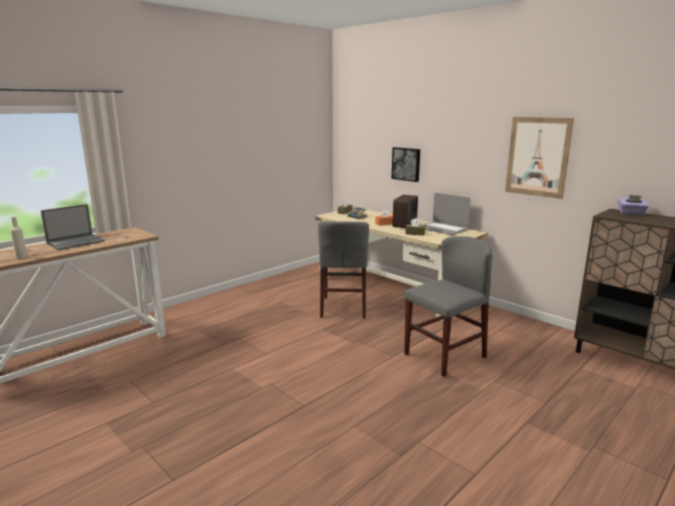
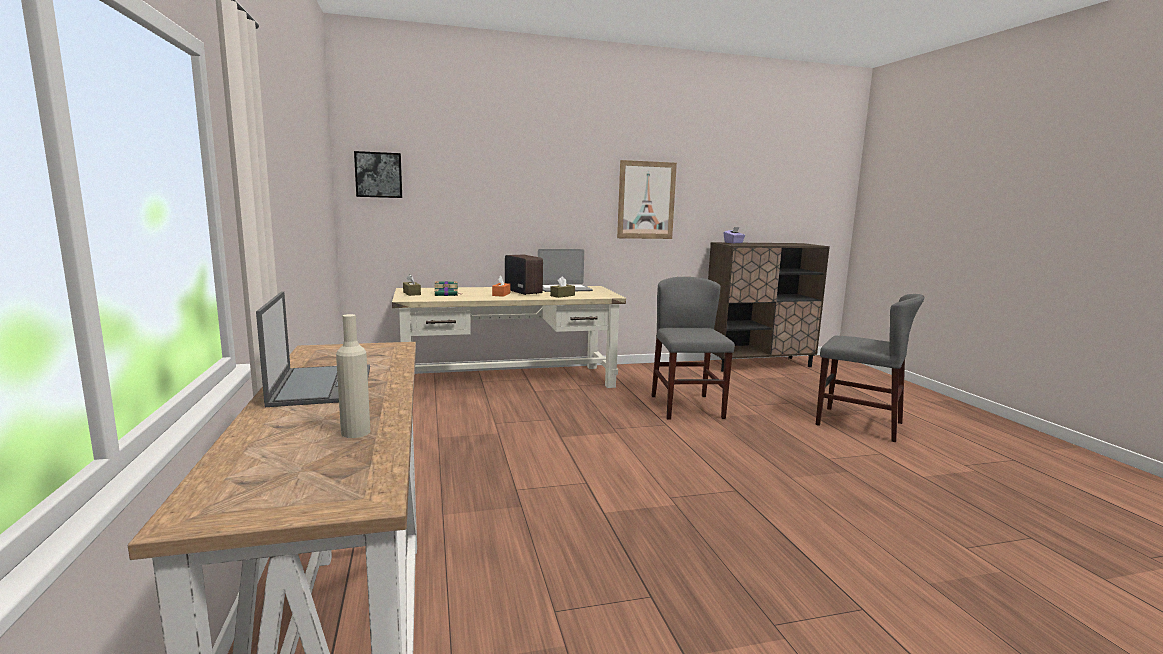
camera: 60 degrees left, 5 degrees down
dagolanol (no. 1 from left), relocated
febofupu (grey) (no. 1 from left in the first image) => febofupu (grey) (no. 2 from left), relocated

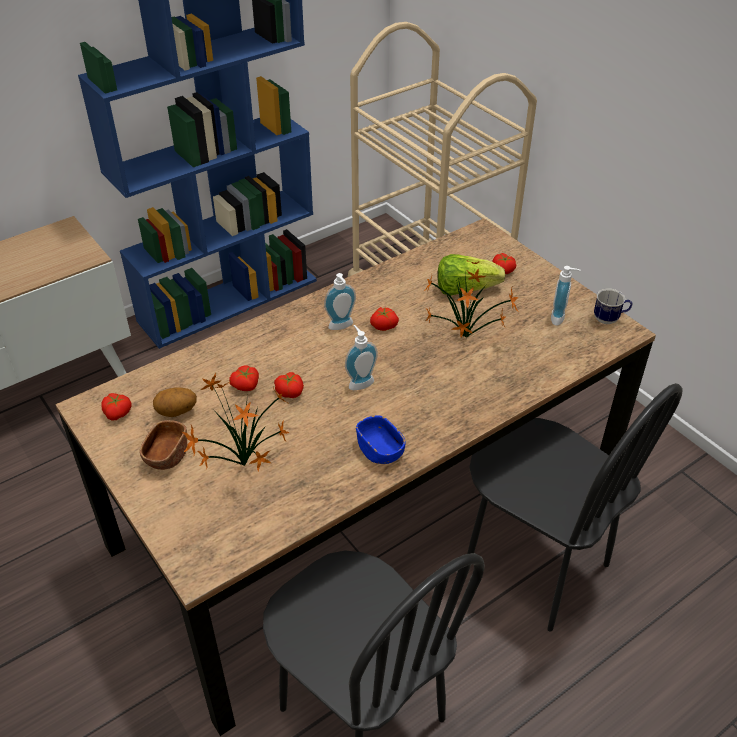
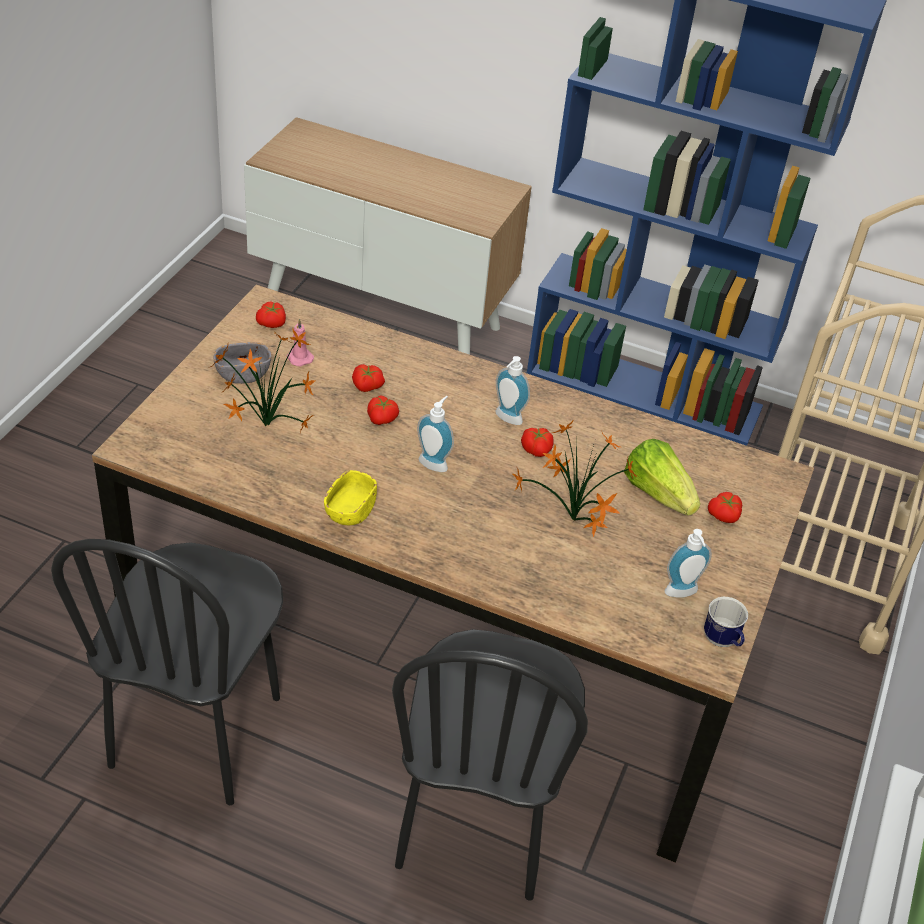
camera: 55 degrees right, 0 degrees up
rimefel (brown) => rimefel (grey)
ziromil => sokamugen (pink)
rimefel (blue) => rimefel (yellow)

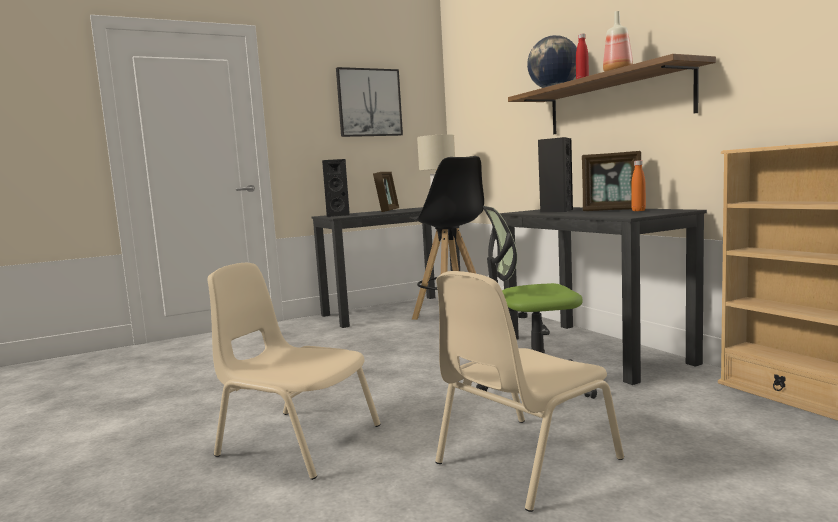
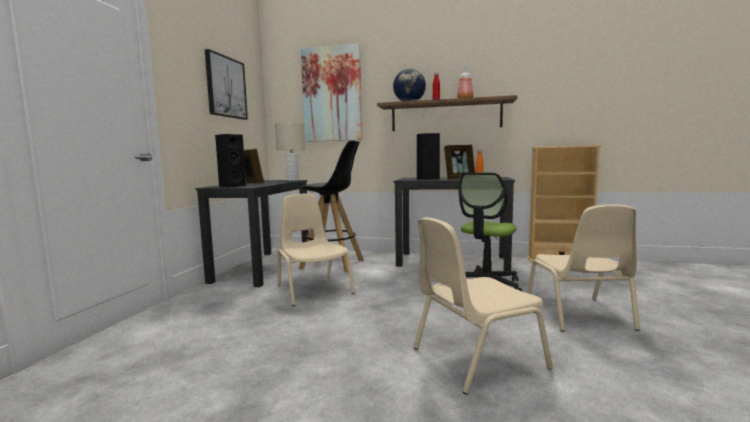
camera: 50 degrees left, 0 degrees up
nothing => febofupu (beige) (no. 1 from left)
nothing => dagolanol (no. 2 from left)

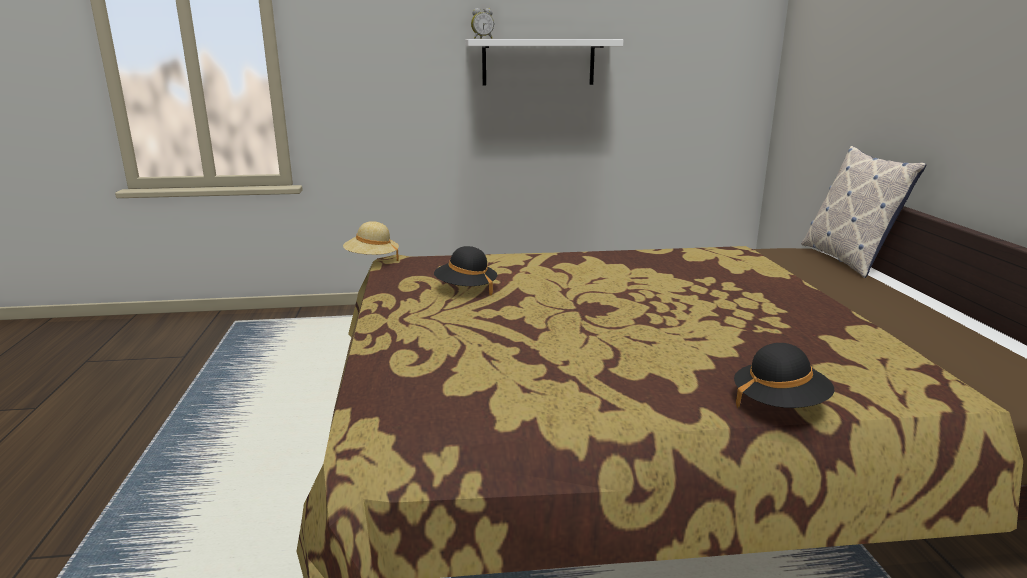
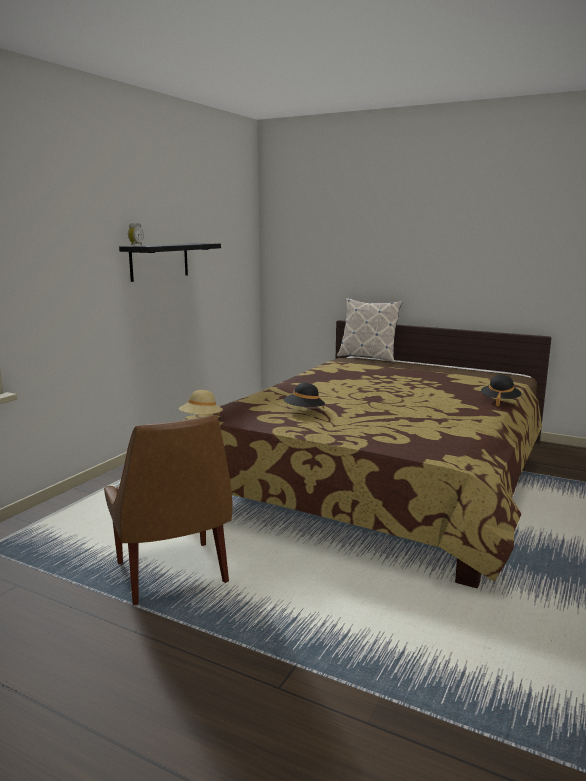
camera: 55 degrees left, 5 degrees down
nothing => febofupu (brown)
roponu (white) => roponu (black)

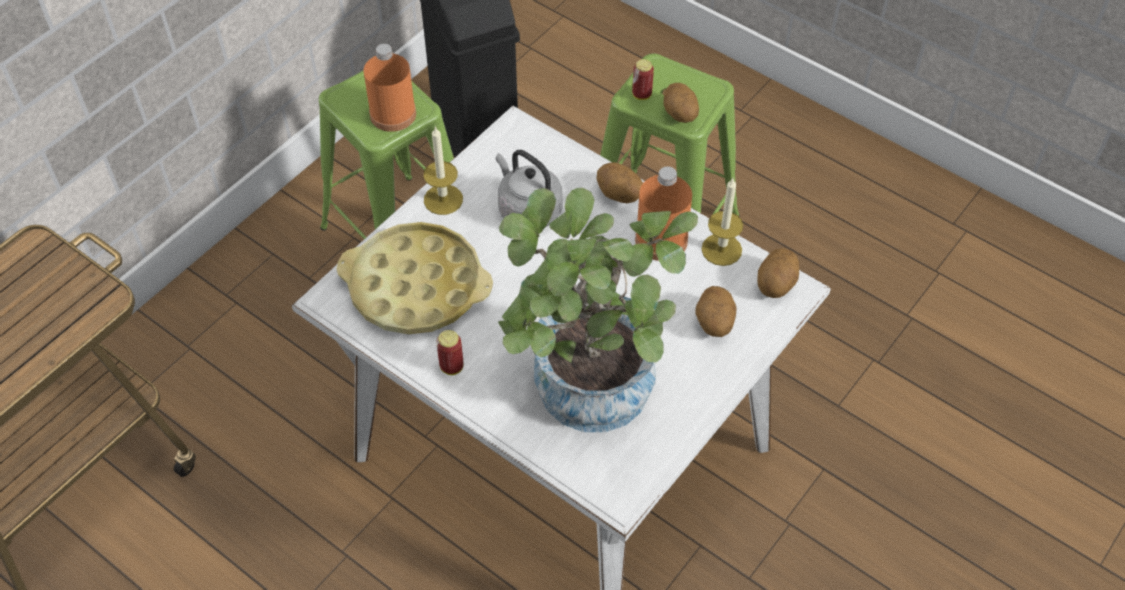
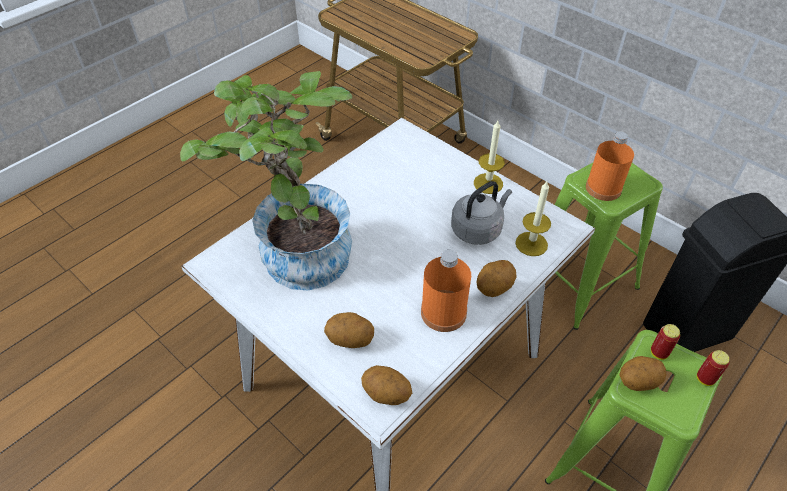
camera: 95 degrees right, 5 degrees down
sokamugen (no. 2 from left), relocated
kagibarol (no. 1 from left in the first image) => kagibarol (no. 2 from left), relocated
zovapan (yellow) => nothing

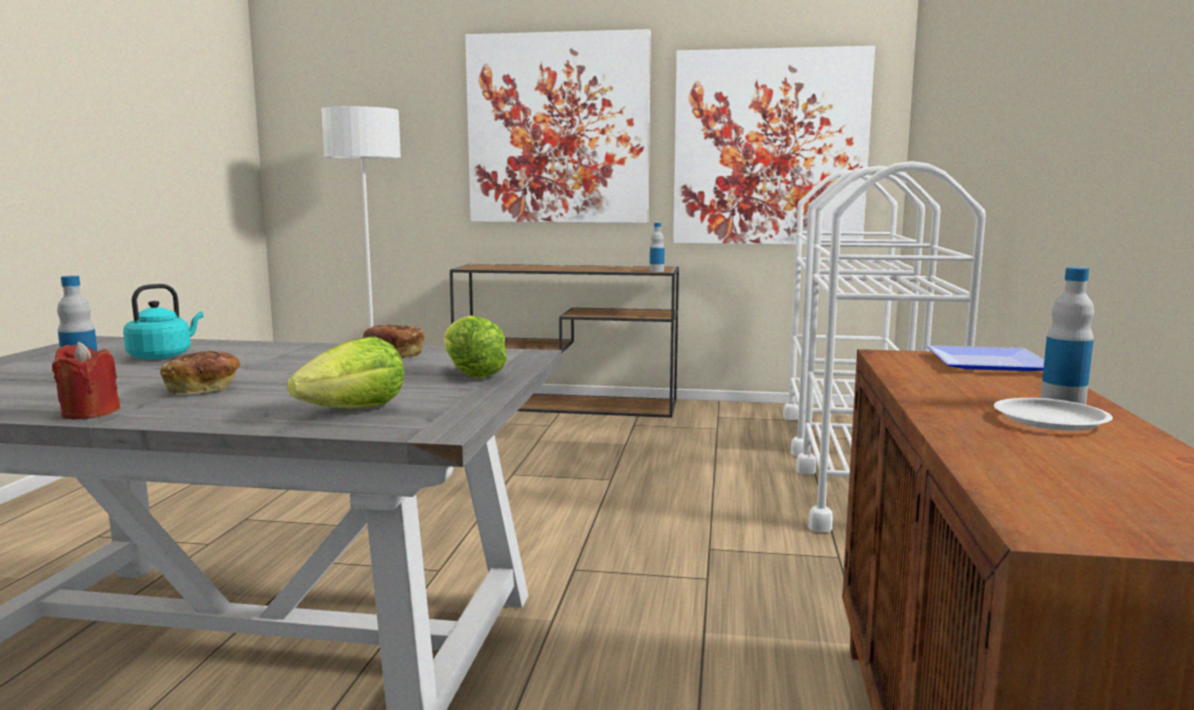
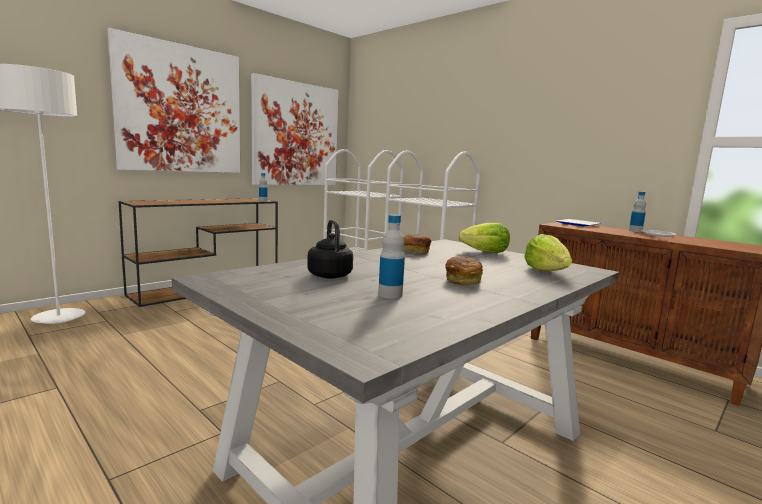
camera: 55 degrees left, 0 degrees up
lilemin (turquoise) => lilemin (black)
sokamugen (red) => nothing

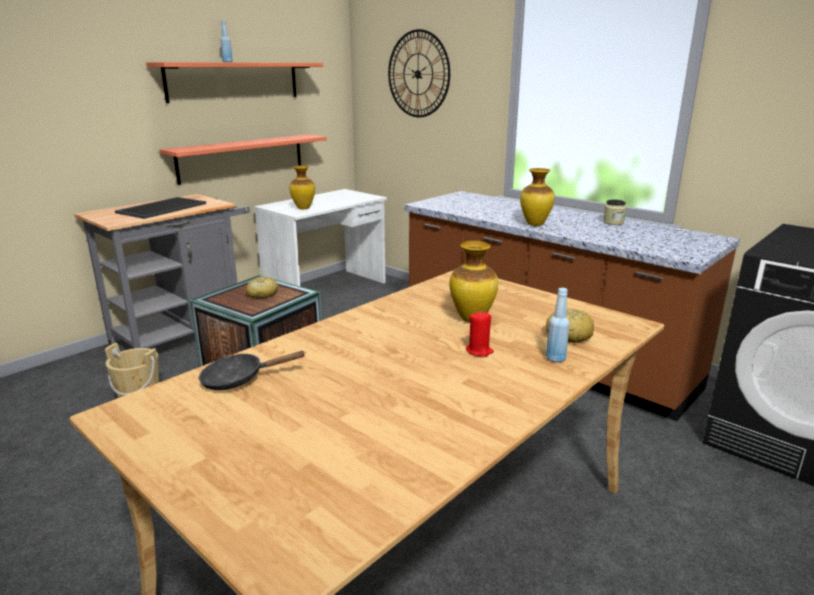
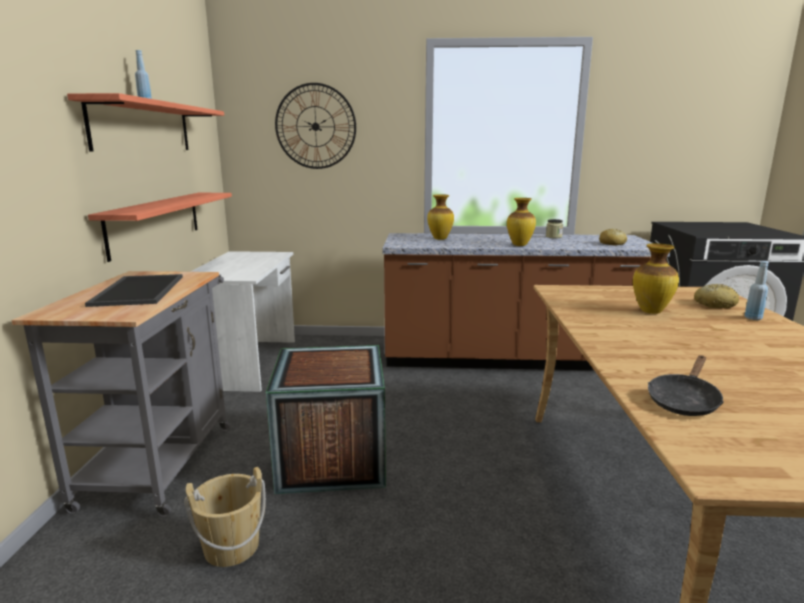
camera: 40 degrees left, 5 degrees down
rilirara (no. 1 from left), relocated
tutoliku (no. 1 from left), relocated
sokamugen (red) => nothing

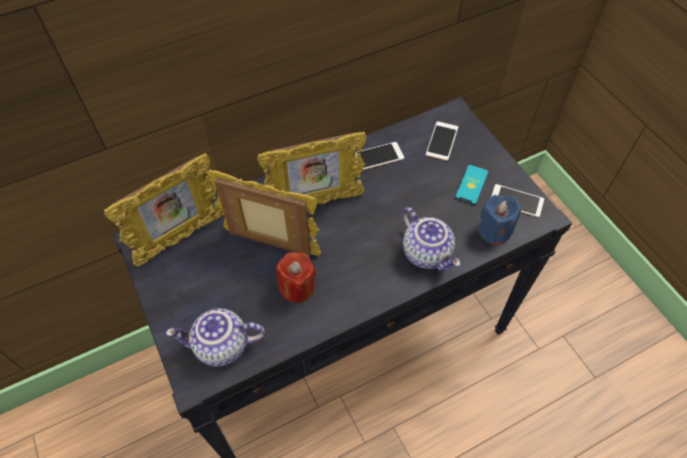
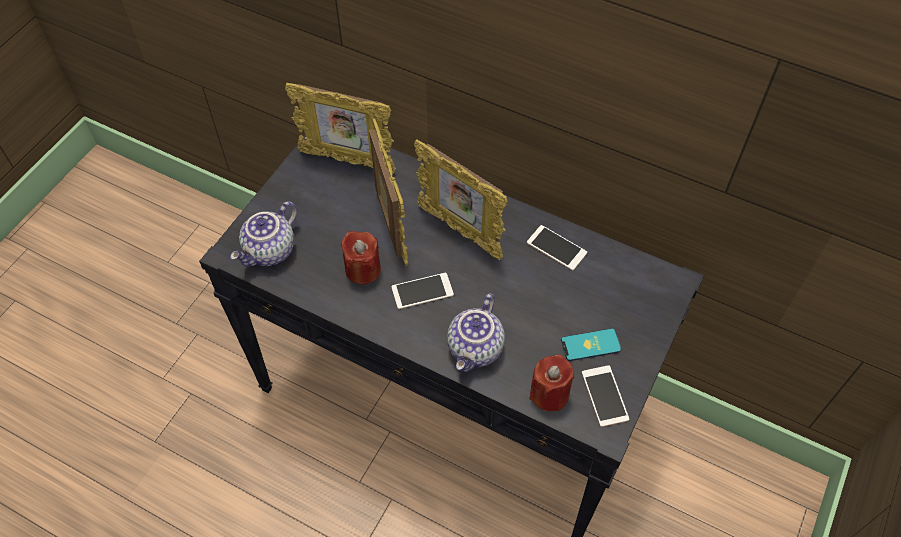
camera: 55 degrees right, 0 degrees up
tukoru (no. 1 from left), 105 degrees counterclockwise
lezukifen (no. 2 from left in the first image) => lezukifen (no. 1 from left), relocated
sokamugen (blue) => sokamugen (red) (no. 2 from left)

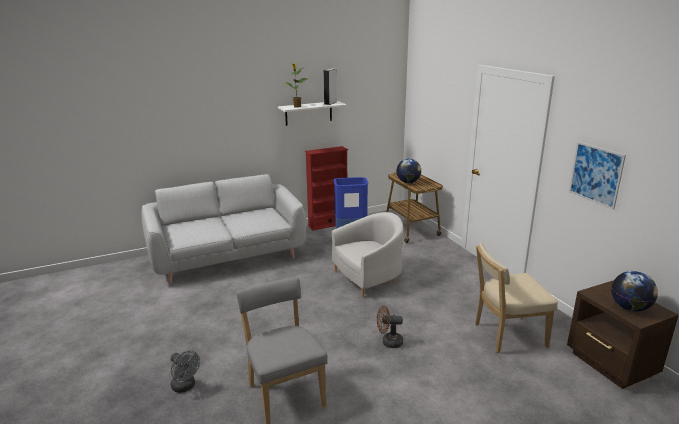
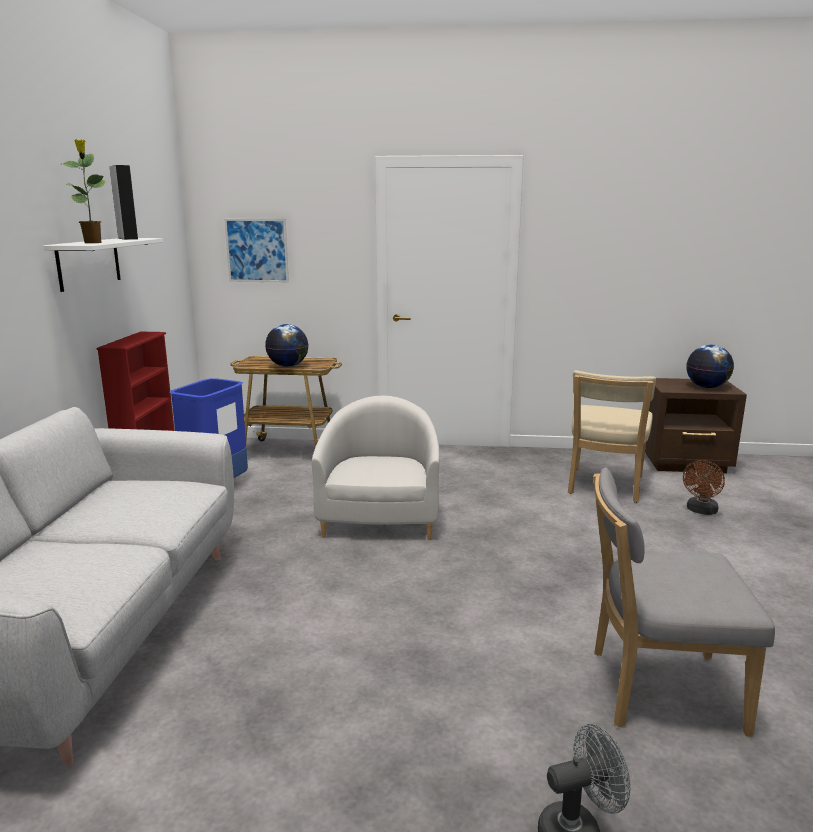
camera: 60 degrees left, 5 degrees down
dagolanol, relocated
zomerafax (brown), relocated

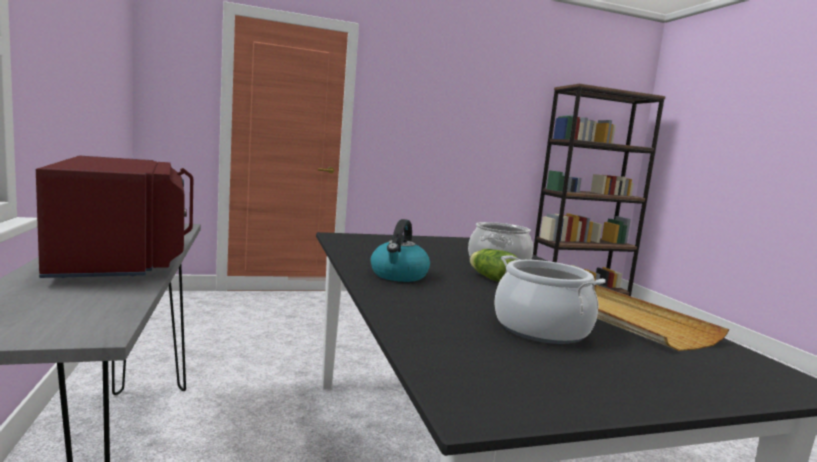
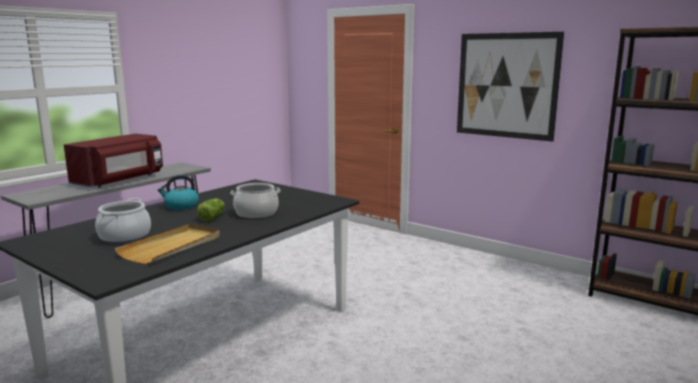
camera: 55 degrees right, 5 degrees up
nothing => dagolanol

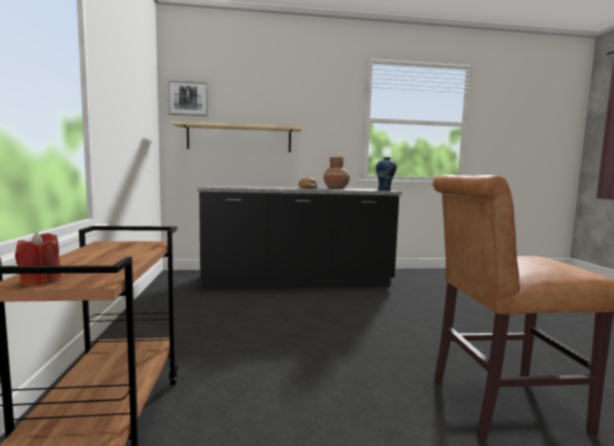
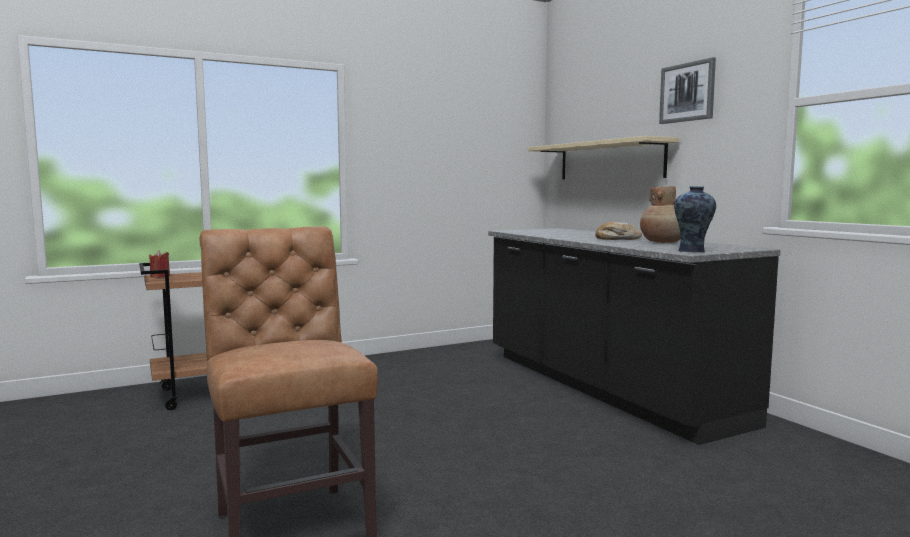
camera: 70 degrees right, 0 degrees up
dagolanol, relocated

